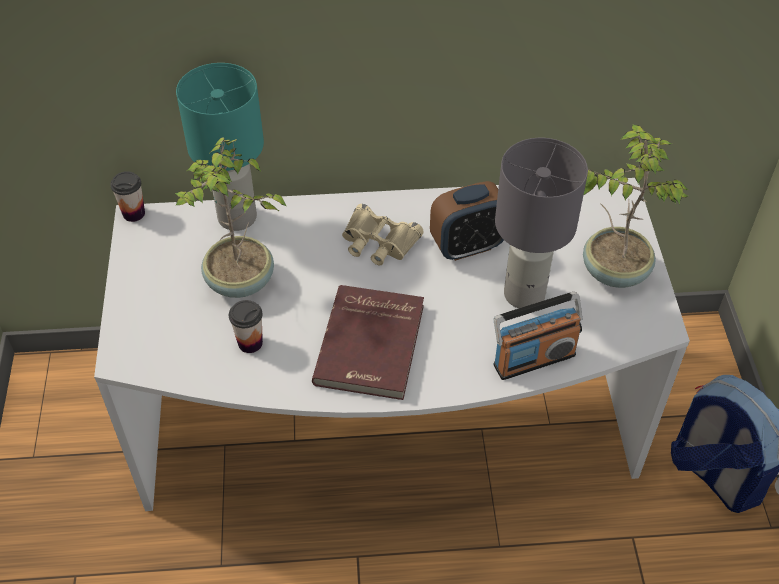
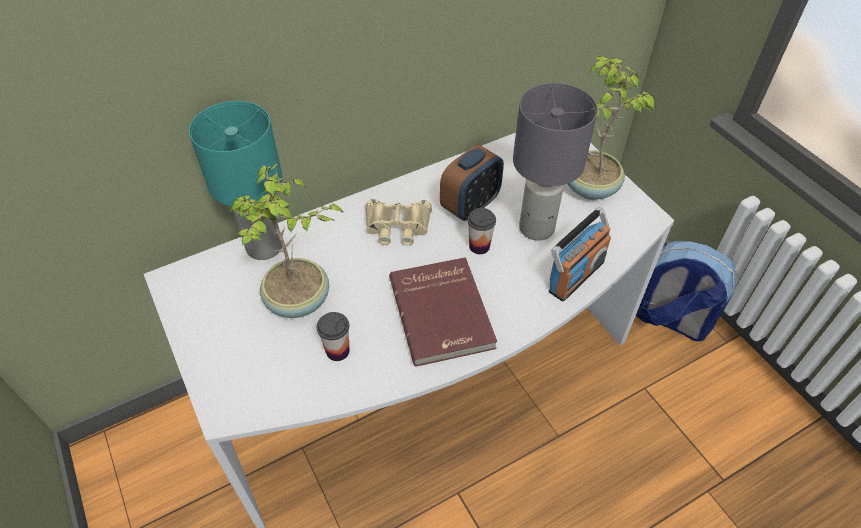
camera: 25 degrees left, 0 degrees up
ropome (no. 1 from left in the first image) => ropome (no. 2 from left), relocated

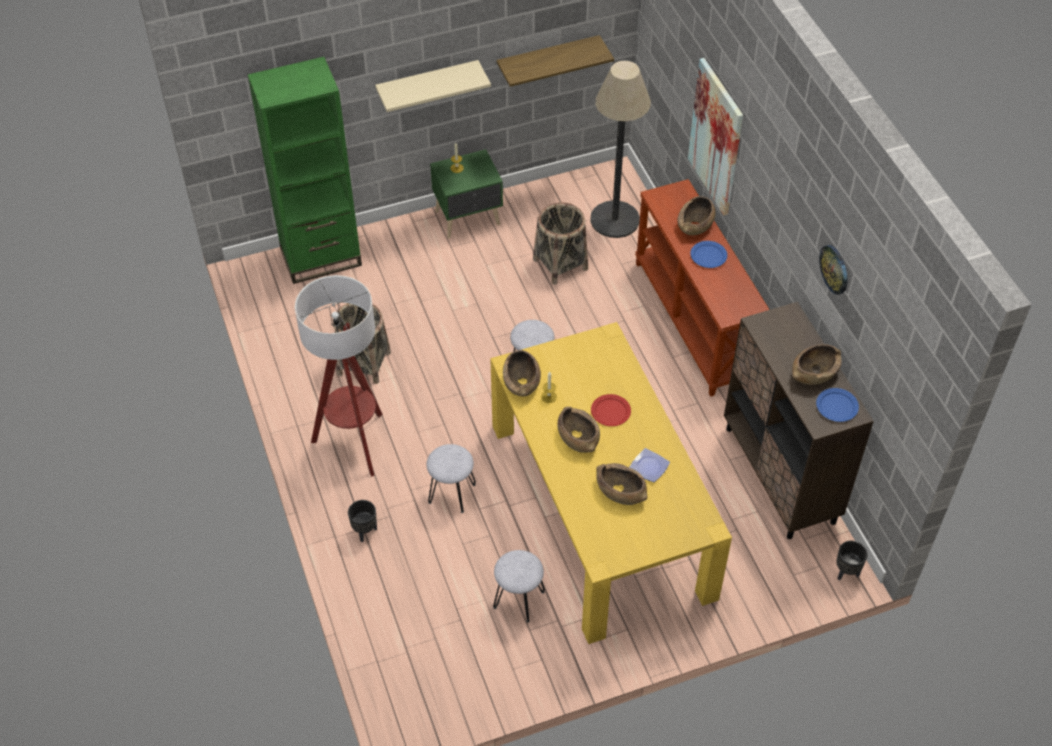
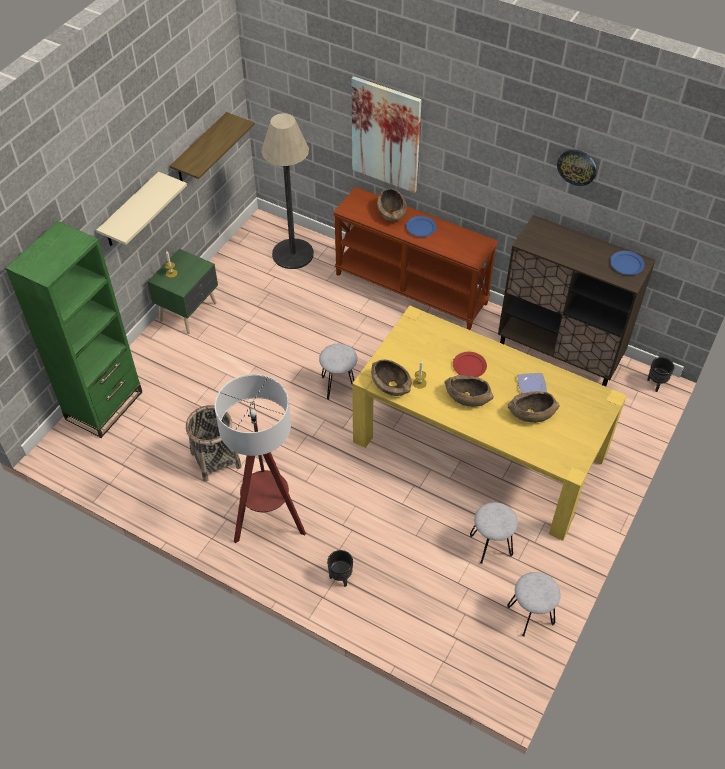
camera: 40 degrees left, 0 degrees up
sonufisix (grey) (no. 1 from left in the first image) => sonufisix (grey) (no. 3 from left), relocated
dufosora (no. 2 from left) => nothing
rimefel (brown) (no. 5 from left) => nothing

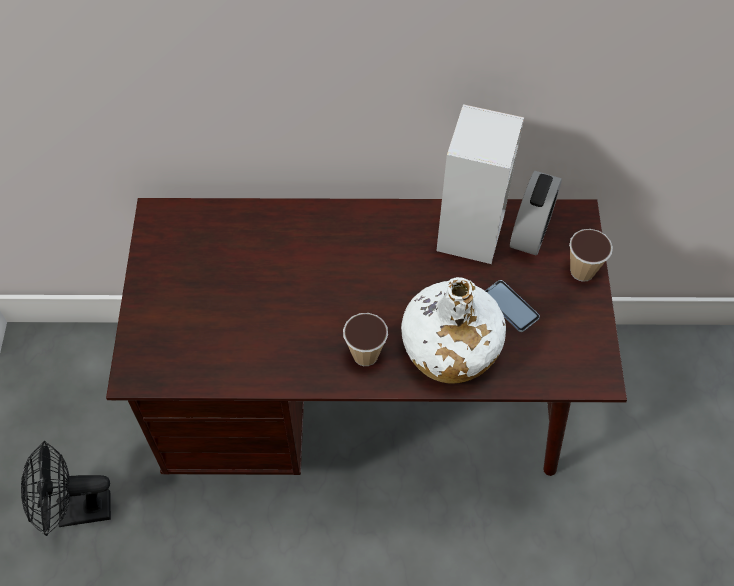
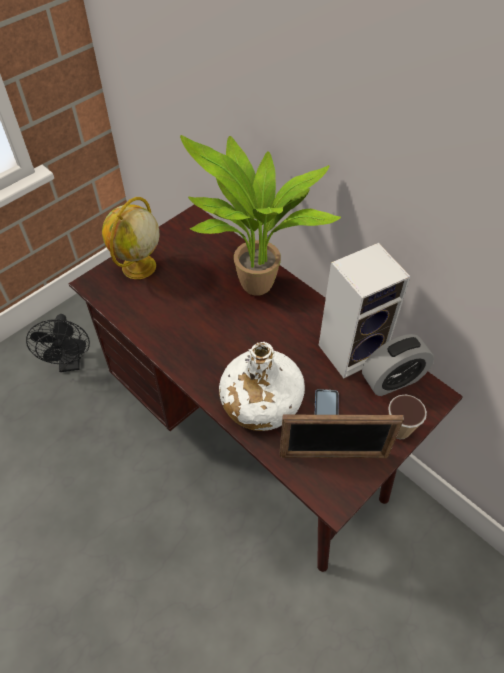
camera: 45 degrees right, 5 degrees down
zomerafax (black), 135 degrees counterclockwise
nothing => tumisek
nothing => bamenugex
nothing => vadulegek
ropome (no. 1 from left) => nothing

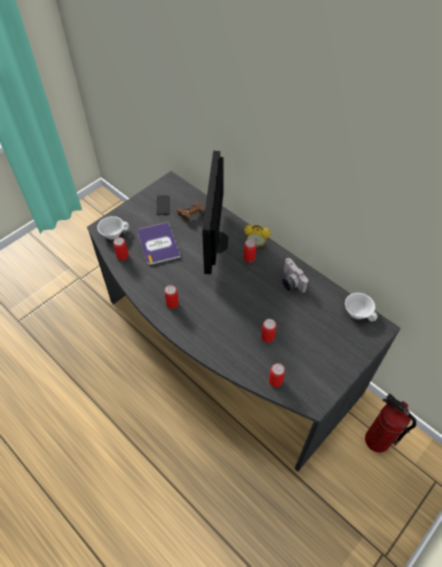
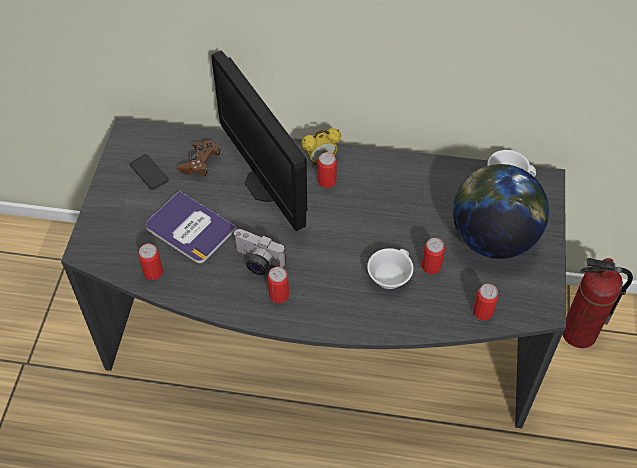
camera: 35 degrees left, 0 degrees up
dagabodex, relocated
ropome (white) (no. 1 from left), relocated
nothing => tumisek

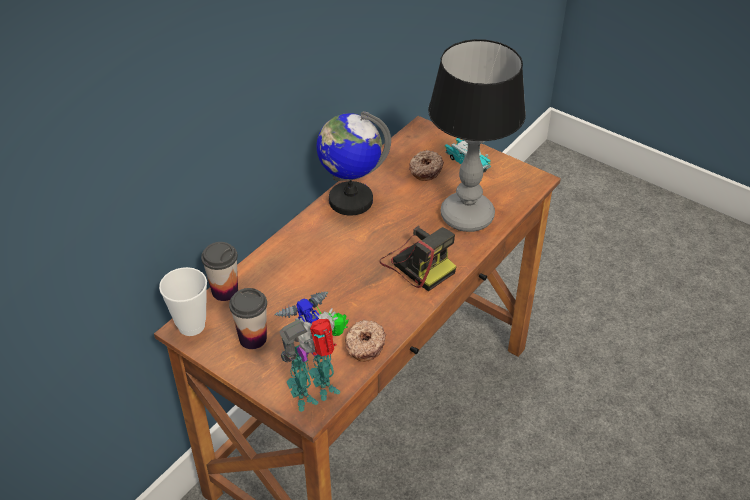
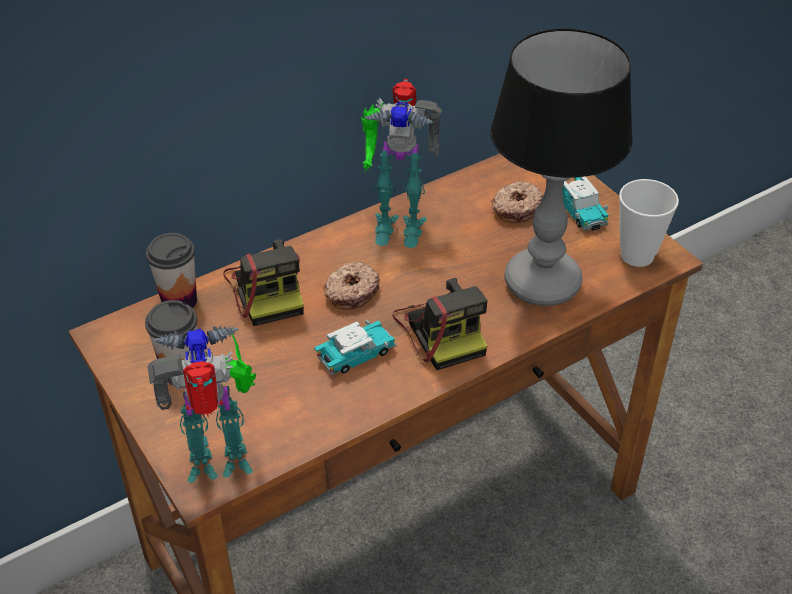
camera: 20 degrees right, 0 degrees up
nothing => dagabodex (no. 1 from left)
nothing => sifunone (no. 1 from left)
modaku (no. 1 from left), relocated
tumisek => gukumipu (no. 2 from left)
ropome (no. 1 from left in the first image) => ropome (no. 3 from left), relocated

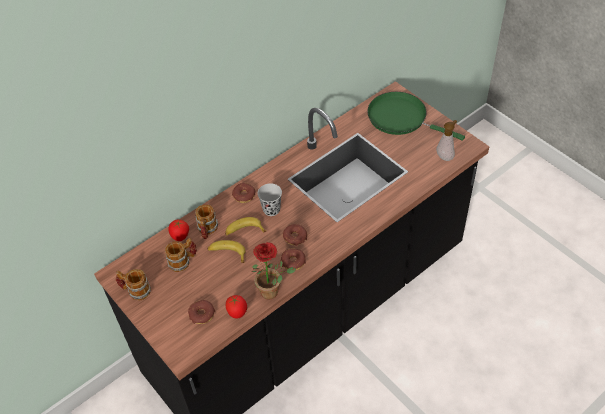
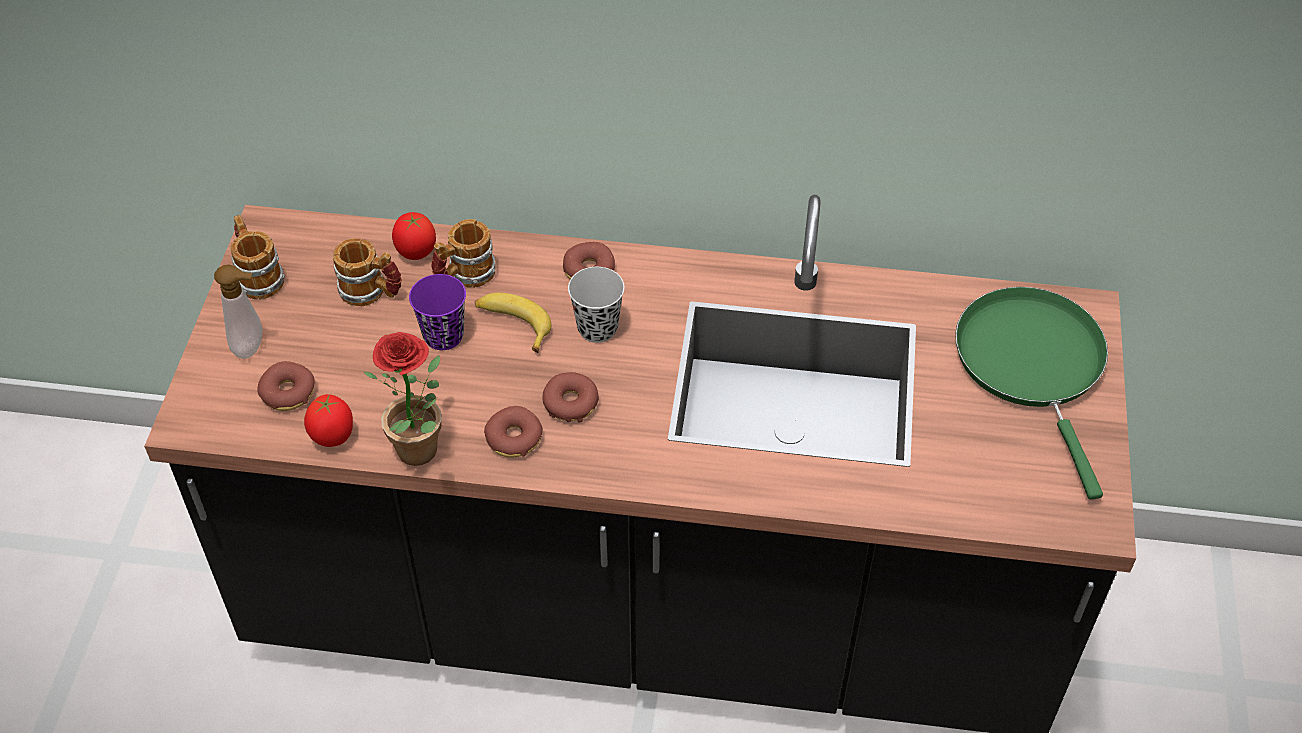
camera: 45 degrees right, 0 degrees up
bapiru, relocated
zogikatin (no. 1 from left) => ropome (purple)

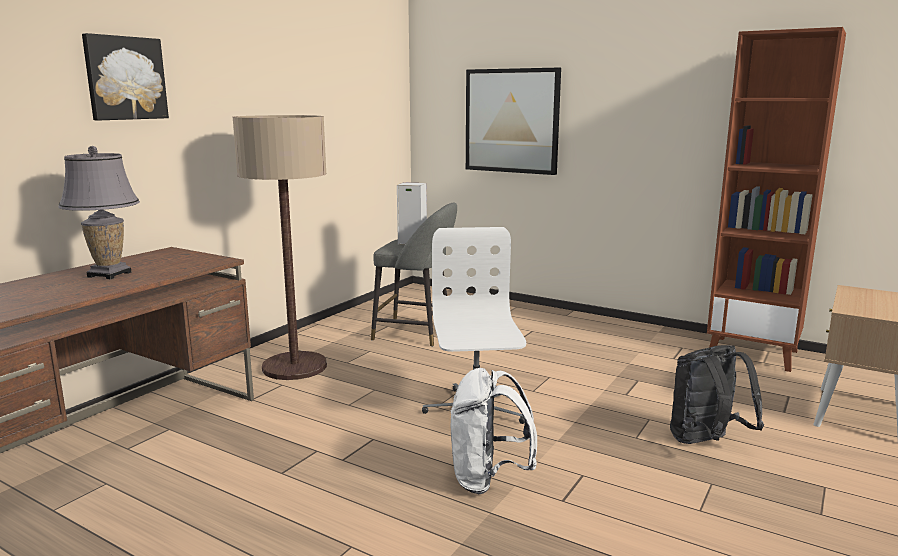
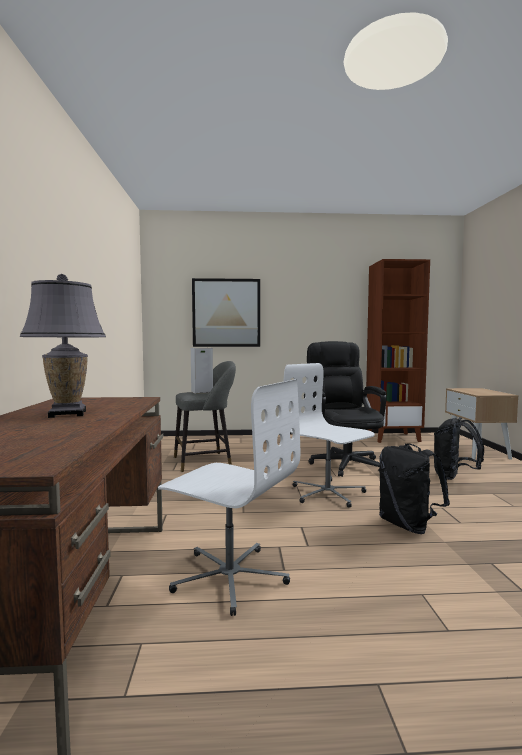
camera: 35 degrees left, 10 degrees down
nothing => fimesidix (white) (no. 1 from left)
nothing => fimesidix (black)
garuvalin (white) => garuvalin (black) (no. 1 from left)
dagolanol (no. 1 from left) => nothing
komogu => nothing

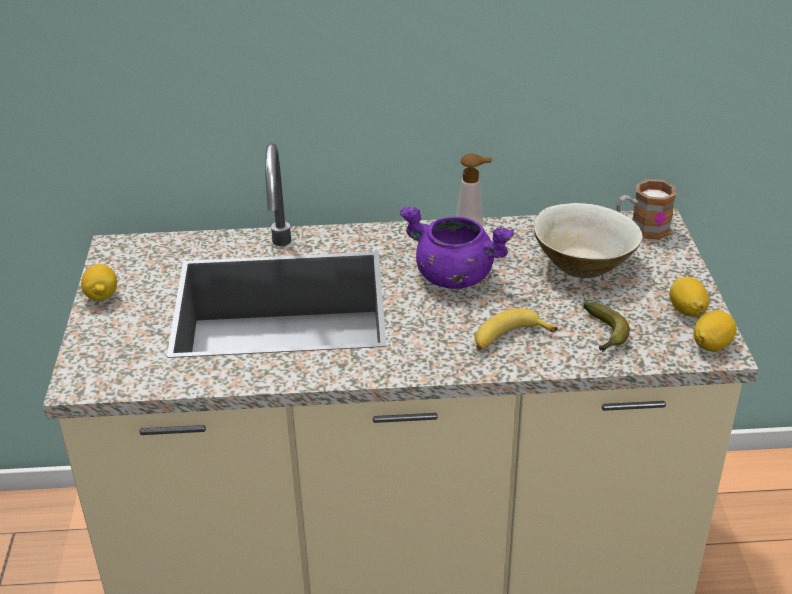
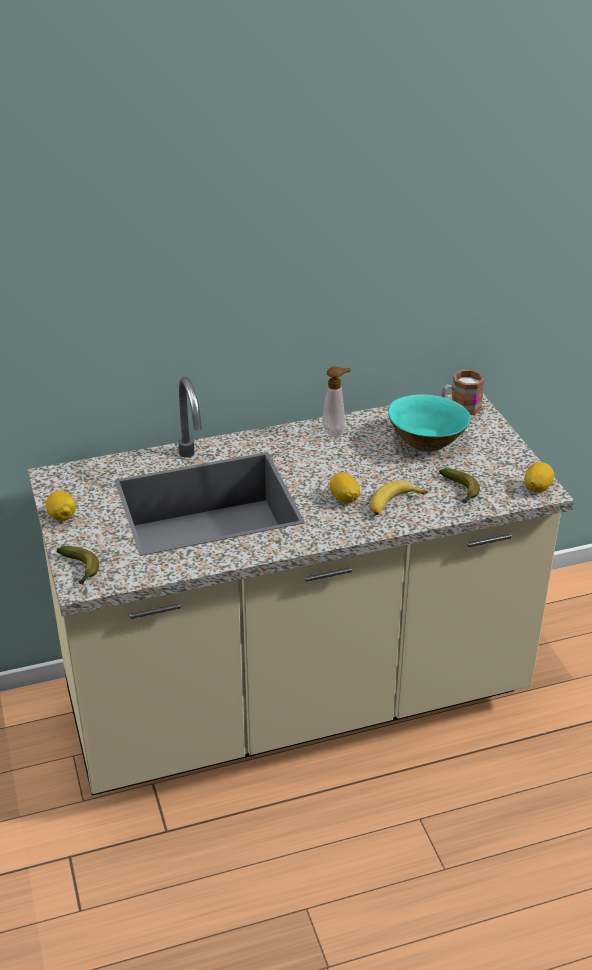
camera: 15 degrees left, 0 degrees up
nothing => zogikatin (no. 1 from left)
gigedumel (no. 2 from left), relocated
rimefel (beige) => rimefel (turquoise)
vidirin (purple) => nothing

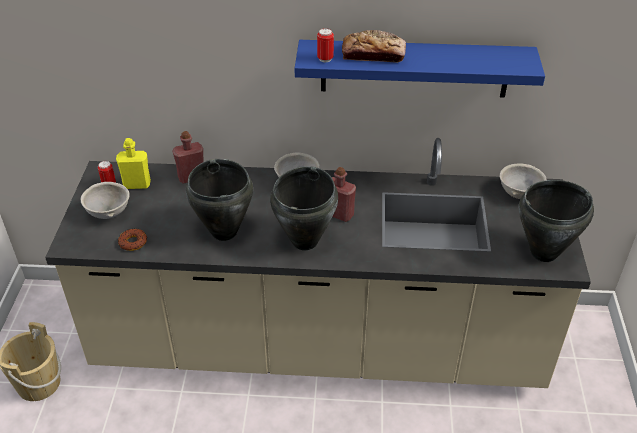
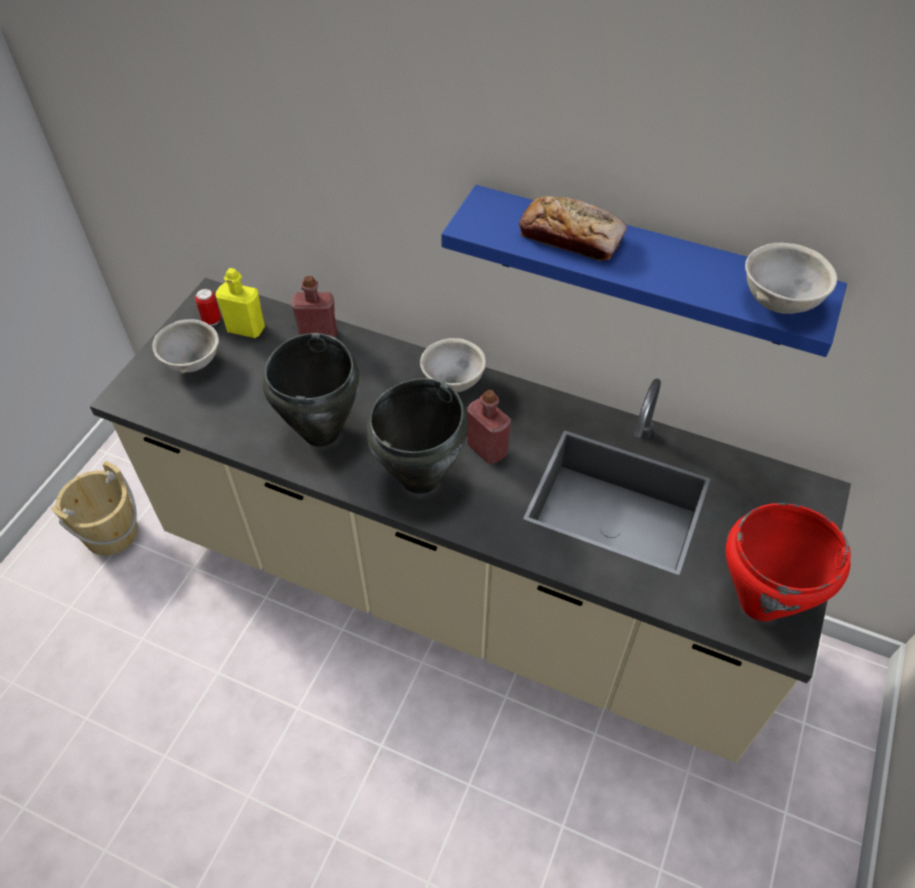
camera: 20 degrees right, 10 degrees up
vidirin (black) (no. 3 from left) => vidirin (red)
rimefel (grey) (no. 3 from left), relocated
modaku => nothing
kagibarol (no. 2 from left) => nothing

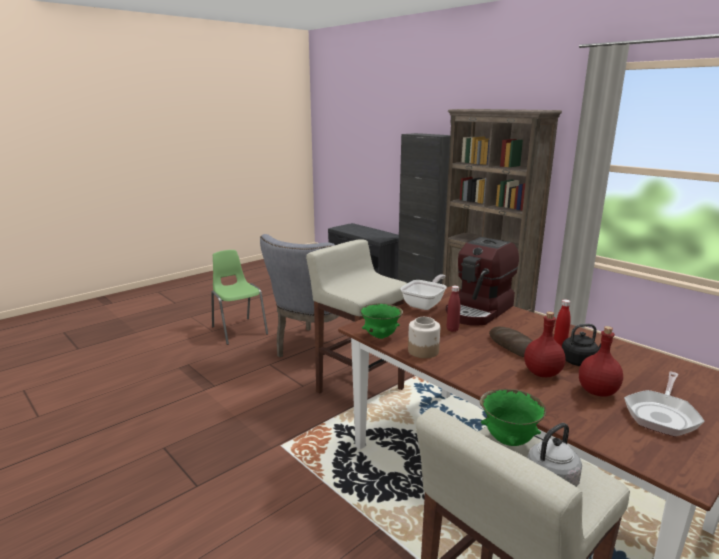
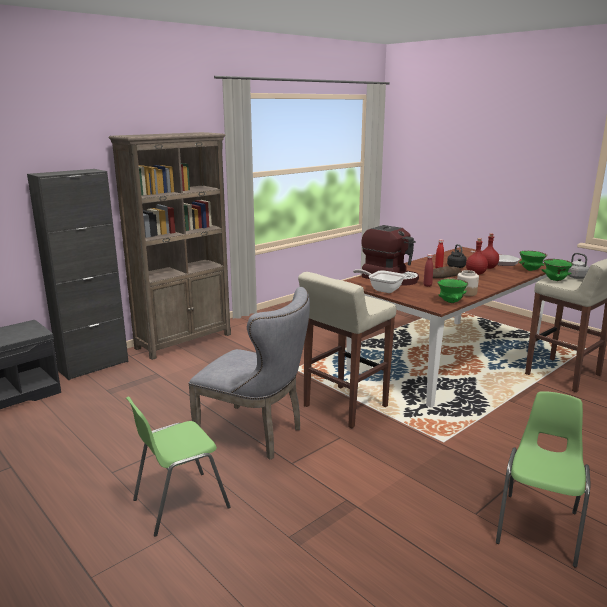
camera: 90 degrees left, 0 degrees up
nothing => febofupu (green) (no. 2 from left)
nothing => rimefel (green) (no. 2 from left)

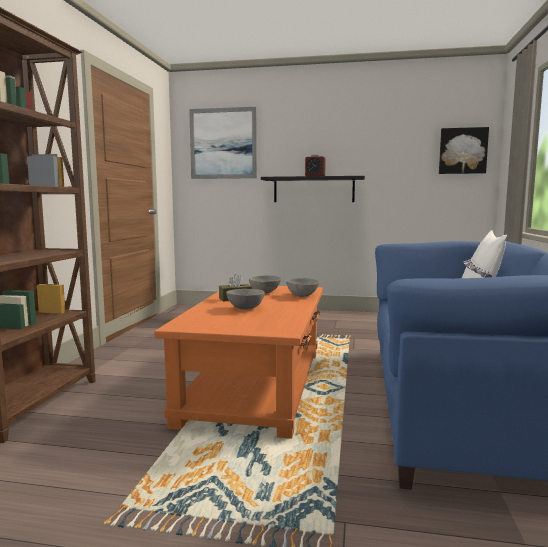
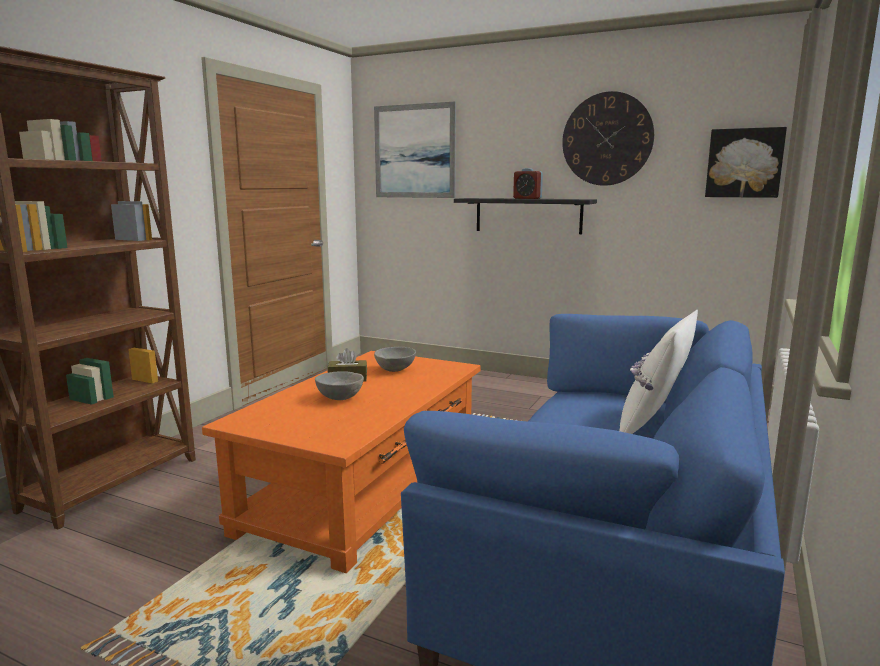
camera: 15 degrees right, 5 degrees up
nothing => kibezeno
rimefel (grey) (no. 3 from left) => nothing

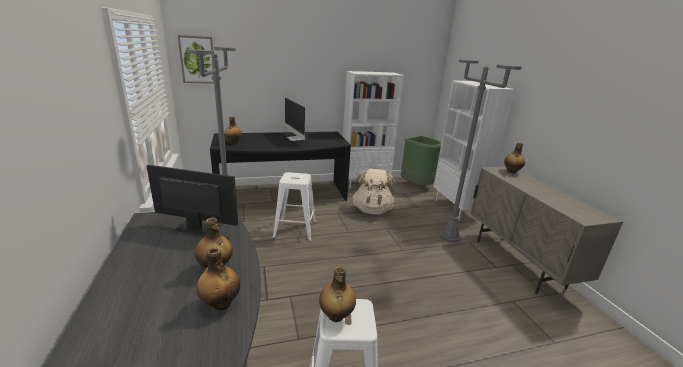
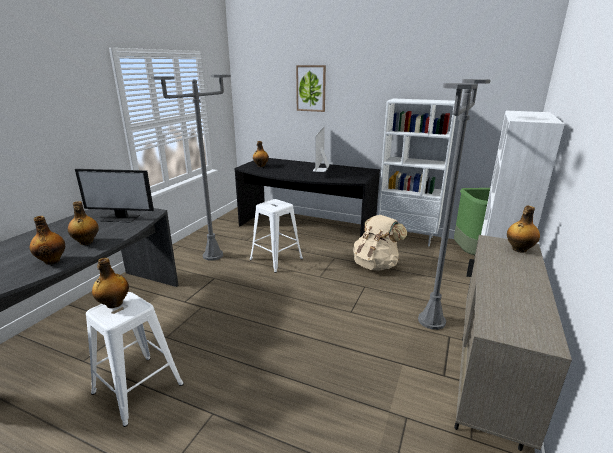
camera: 40 degrees right, 0 degrees up
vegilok (no. 1 from left), 135 degrees clockwise
dagolanol, relocated

